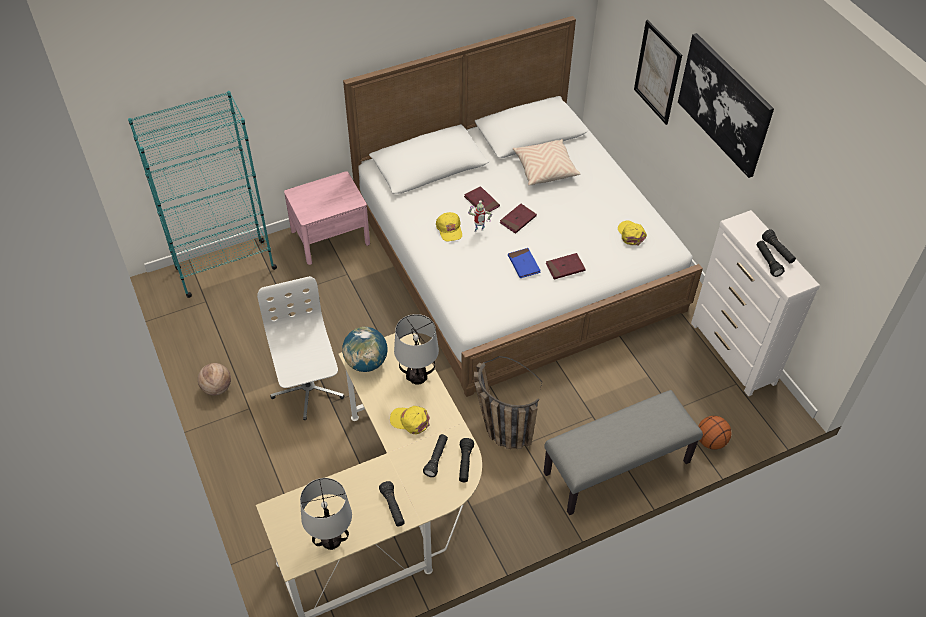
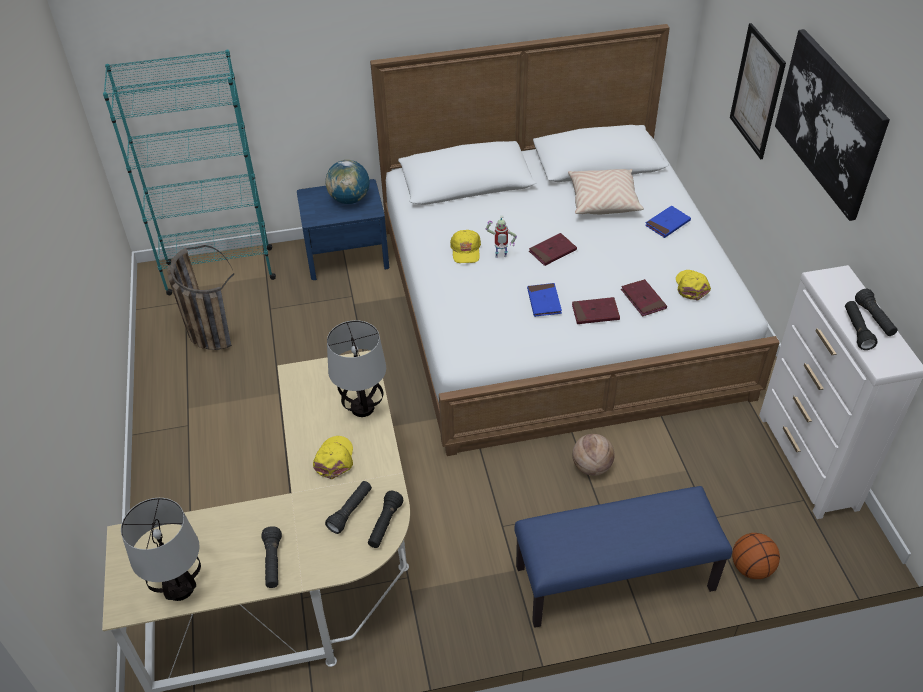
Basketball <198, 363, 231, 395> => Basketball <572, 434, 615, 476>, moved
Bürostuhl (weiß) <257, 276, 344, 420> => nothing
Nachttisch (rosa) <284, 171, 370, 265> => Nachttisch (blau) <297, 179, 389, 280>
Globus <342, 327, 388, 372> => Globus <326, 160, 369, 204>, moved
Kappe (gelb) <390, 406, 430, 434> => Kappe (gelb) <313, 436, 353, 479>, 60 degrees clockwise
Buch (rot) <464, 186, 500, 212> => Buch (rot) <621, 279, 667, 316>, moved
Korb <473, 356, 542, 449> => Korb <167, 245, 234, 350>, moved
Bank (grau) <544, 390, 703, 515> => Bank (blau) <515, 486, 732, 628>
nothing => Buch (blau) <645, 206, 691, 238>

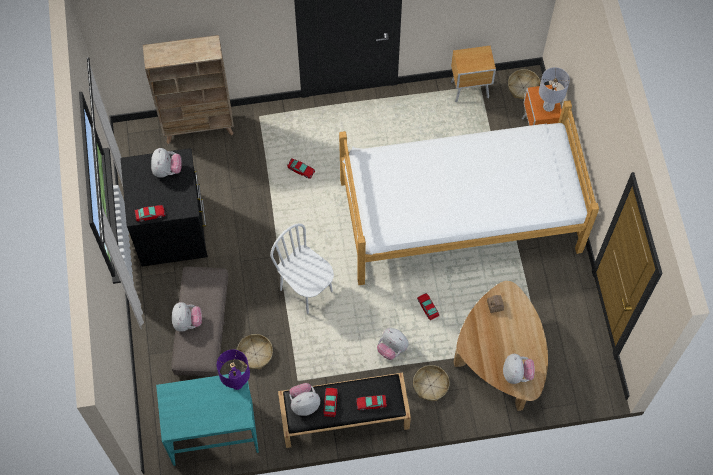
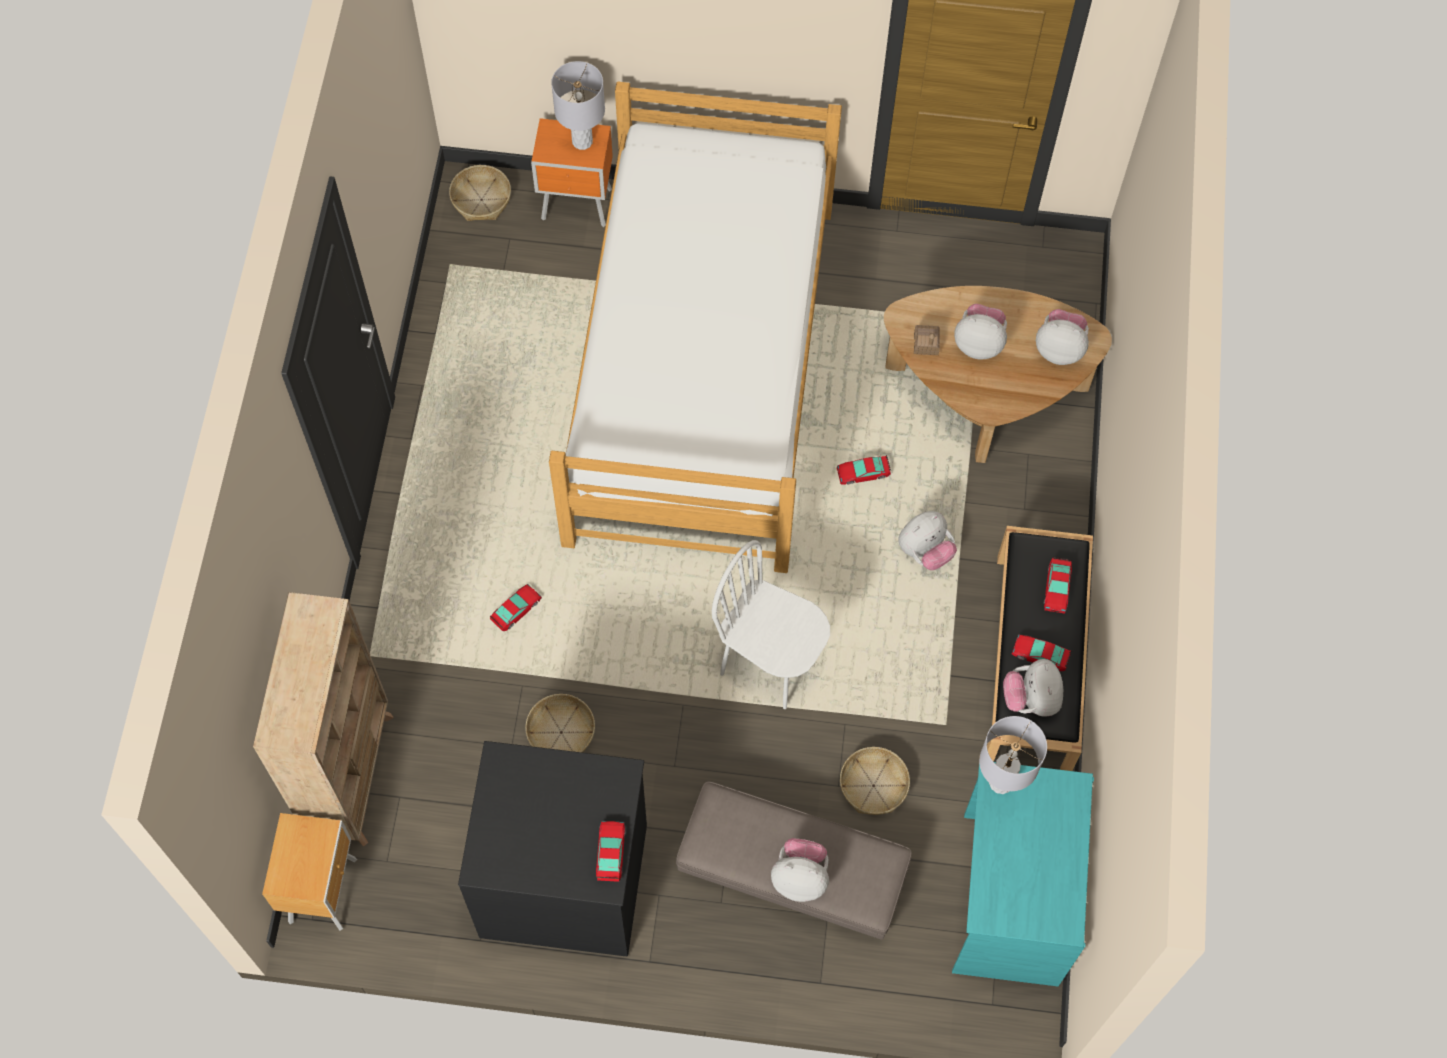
Plüschtier <151, 148, 182, 178> => Plüschtier <954, 304, 1007, 360>, moved
Tischlampe (lila) <217, 349, 250, 390> => Tischlampe (grau) <979, 716, 1047, 794>
Stuhl (weiß) <270, 223, 334, 314> => Stuhl (weiß) <712, 540, 830, 709>, 60 degrees clockwise
Korb <413, 365, 450, 401> => Korb <525, 694, 595, 753>, moved
Nachttisch (braun) <451, 46, 496, 103> => Nachttisch (braun) <262, 813, 357, 931>, moved

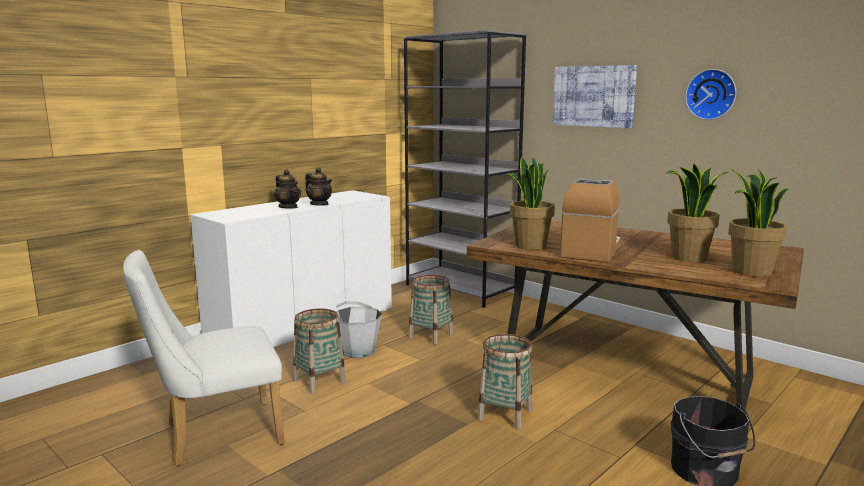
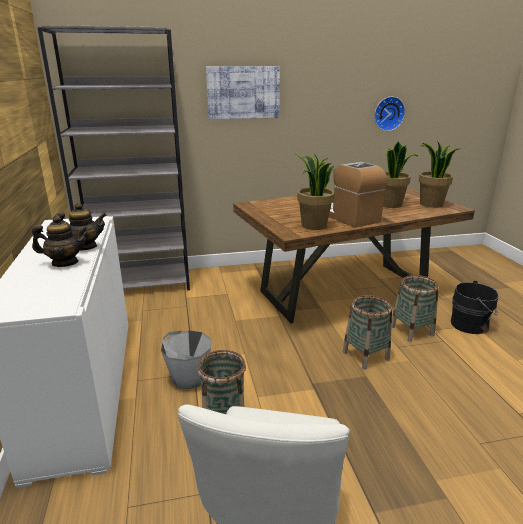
Korb <409, 275, 453, 345> => Korb <391, 275, 439, 342>, moved
Wanduhr <685, 69, 736, 120> => Wanduhr <374, 96, 405, 131>, moved

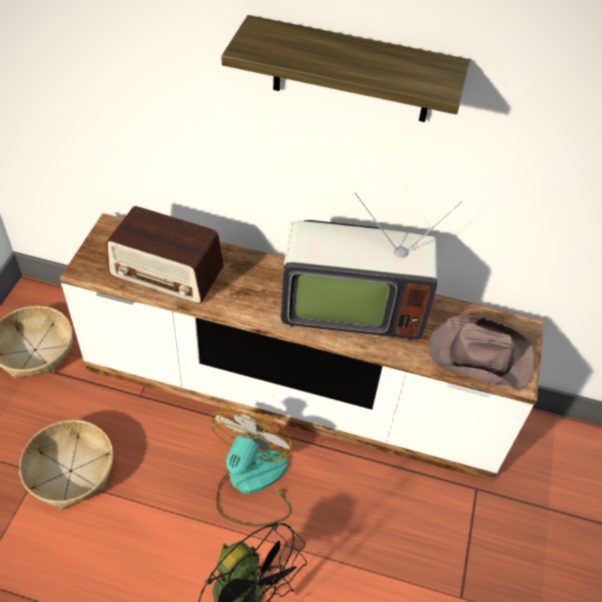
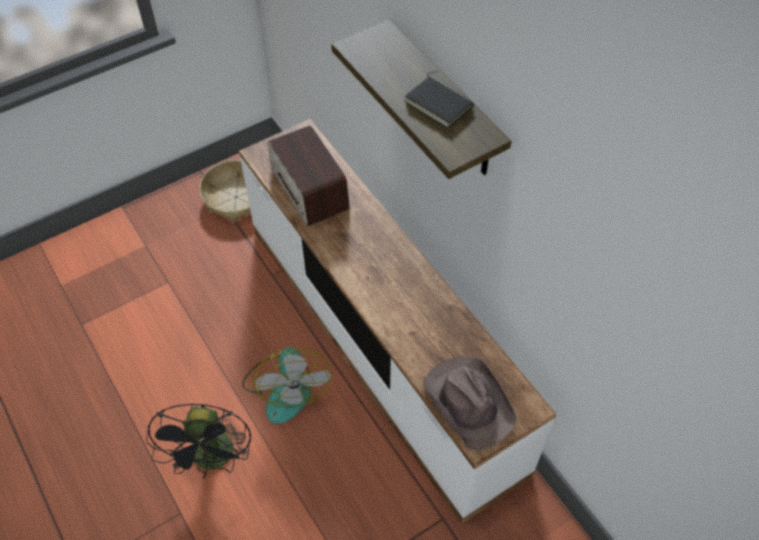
Korb <19, 420, 113, 510> => nothing
Ventilator <211, 406, 292, 527> => Ventilator <242, 347, 332, 424>, 105 degrees clockwise
Fernseher <281, 193, 462, 341> => nothing
nothing => Buch (schwarz) <404, 71, 474, 128>

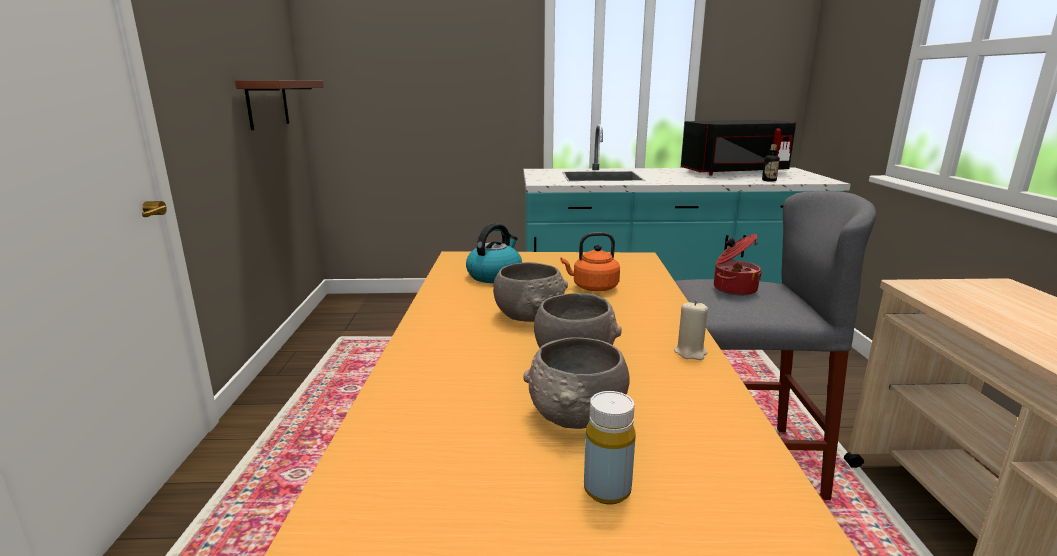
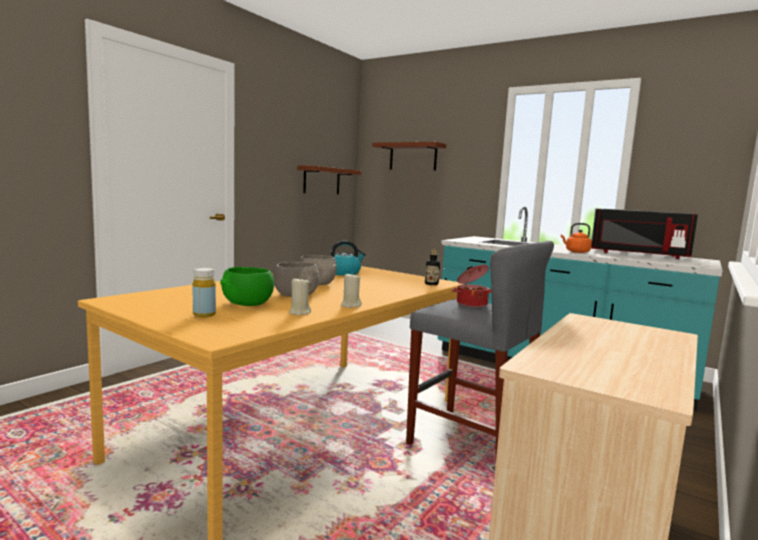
Schüssel (grau) <523, 337, 629, 429> => Schüssel (grün) <220, 267, 274, 306>
Wasserkessel (orange) <560, 232, 620, 291> => Wasserkessel (orange) <561, 223, 592, 253>, moved
Flasche <762, 144, 780, 182> => Flasche <425, 249, 440, 285>, moved
nothing => Kerze (beige) <289, 277, 311, 316>
nothing => Wandregal (braun) <372, 142, 446, 171>

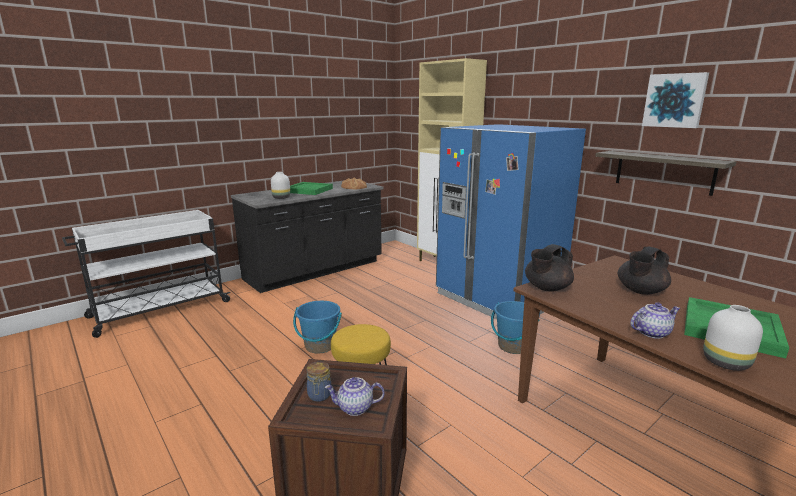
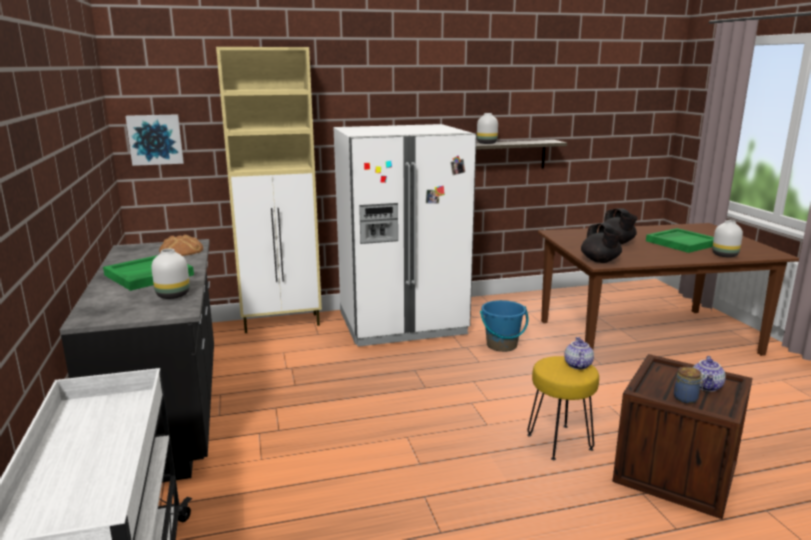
Eimer (blau) <293, 301, 342, 354> => nothing
Kühlschrank (blau) <436, 124, 586, 319> => Kühlschrank (weiß) <334, 124, 477, 347>
Teekanne <630, 302, 680, 339> => Teekanne <564, 337, 594, 370>, moved
Bild <642, 72, 709, 128> => Bild <126, 114, 184, 166>, moved
nothing => Vase (weiß) <477, 113, 498, 144>

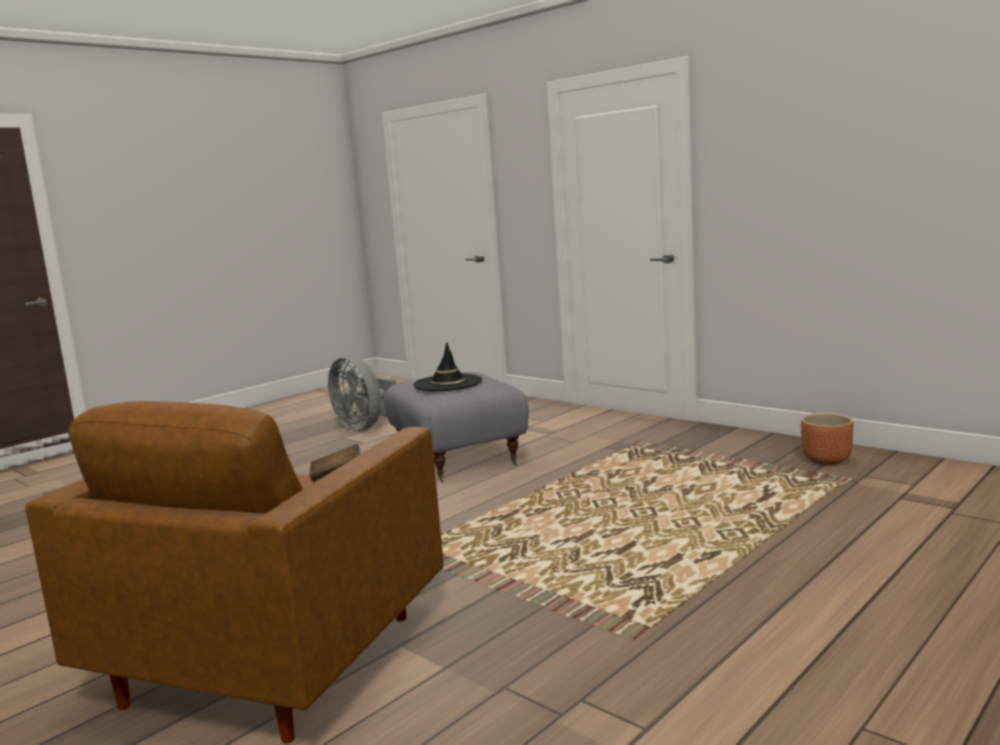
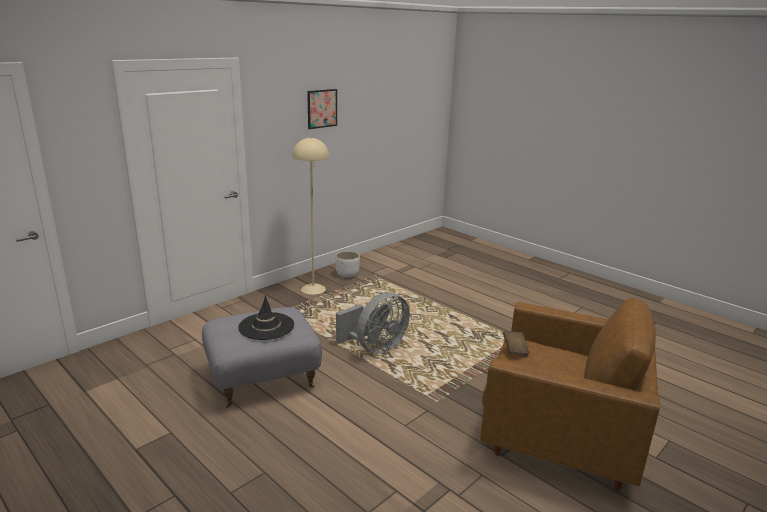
Ventilator (grau) <328, 356, 396, 431> => Ventilator (grau) <336, 292, 410, 354>, moved
Pflanzkübel (braun) <801, 413, 854, 465> => Pflanzkübel (weiß) <335, 251, 360, 278>
nothing => Stehlampe (beige) <292, 137, 329, 295>
nothing => Bild <307, 89, 337, 129>

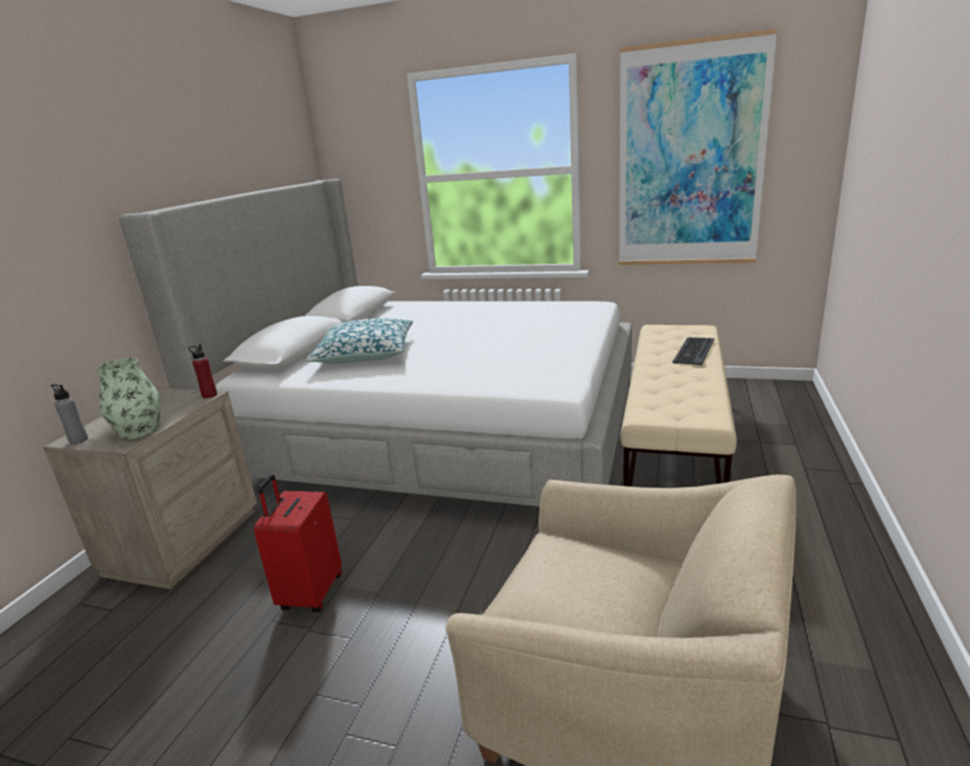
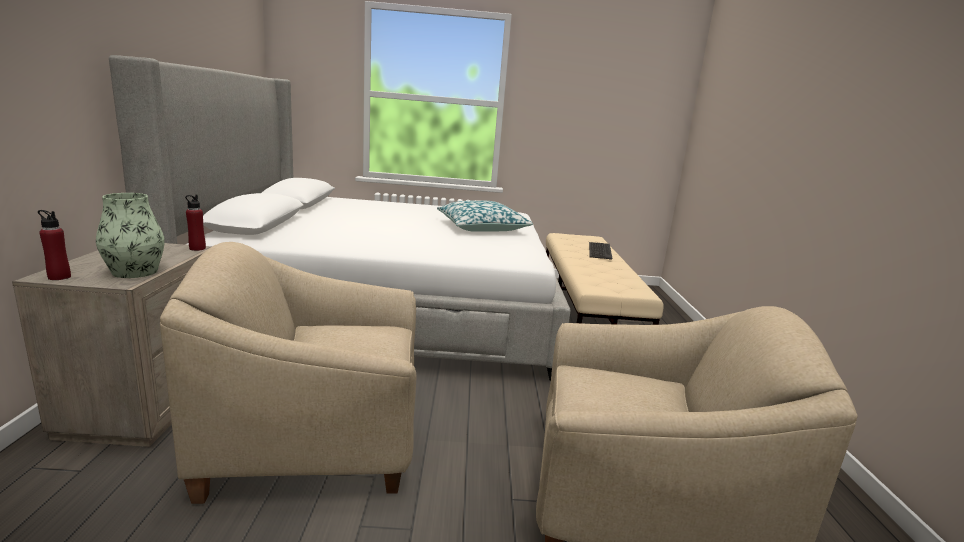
Flasche (grau) <51, 384, 88, 444> => Flasche (rot) <38, 210, 71, 280>
Koffer (rot) <254, 474, 342, 612> => Sessel (beige) <160, 242, 416, 504>
Kissen <306, 318, 413, 364> => Kissen <437, 200, 533, 232>, moved
Bild <619, 28, 778, 265> => nothing

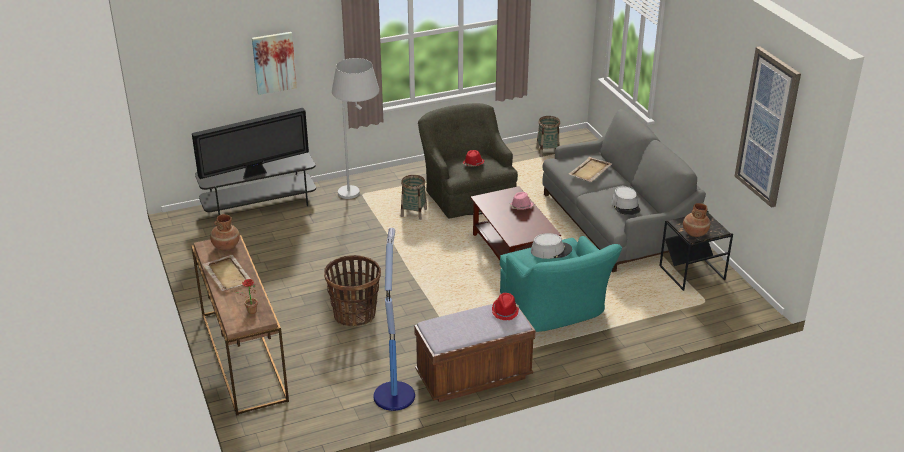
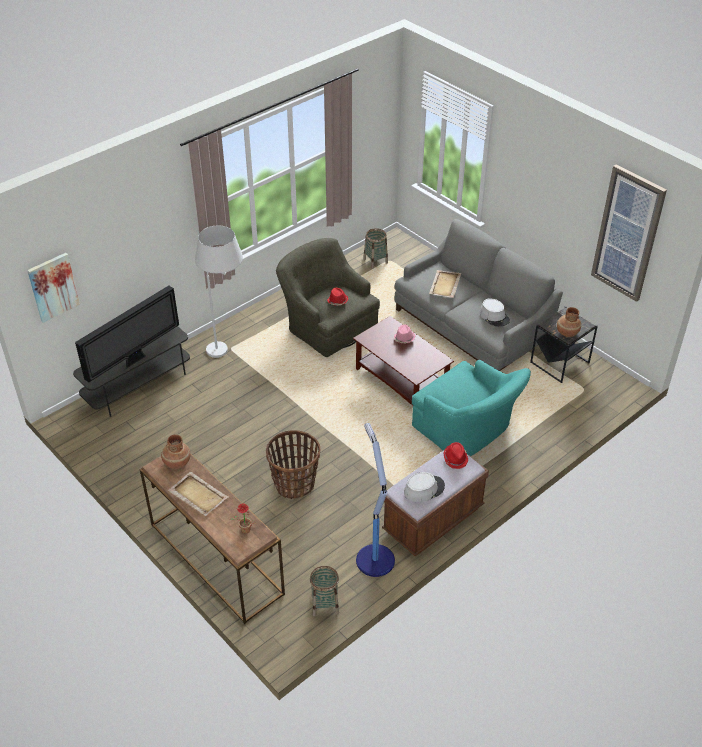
Bild <252, 32, 297, 95> => Bild <27, 253, 80, 323>, moved
Korb <401, 175, 427, 220> => Korb <310, 566, 339, 617>, moved
Hut (grau) <531, 233, 572, 259> => Hut (grau) <404, 472, 445, 502>, moved

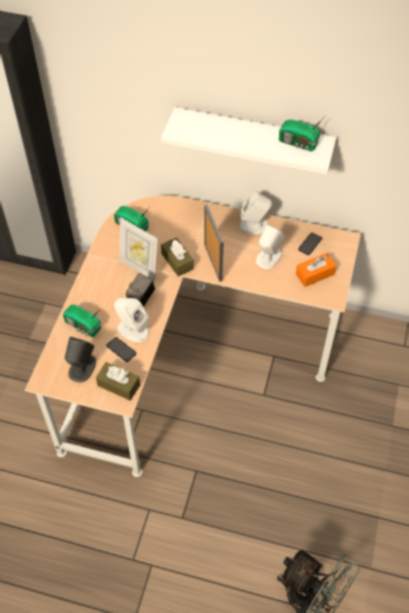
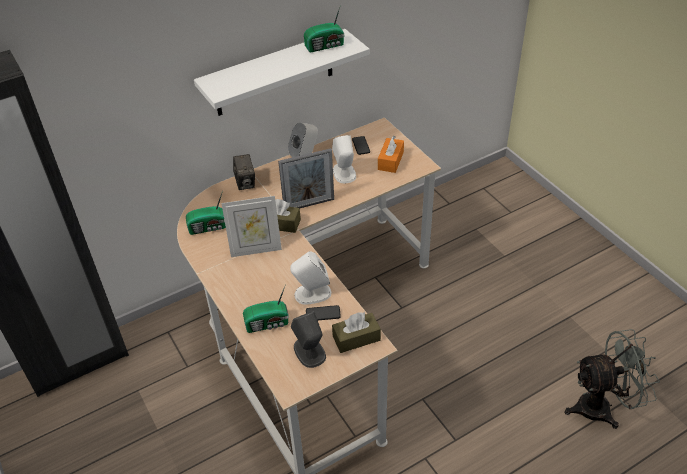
Kamera <126, 273, 155, 307> => Kamera <233, 154, 255, 190>, moved
Bilderrahmen <205, 205, 224, 282> => Bilderrahmen <278, 148, 334, 208>, 135 degrees clockwise

